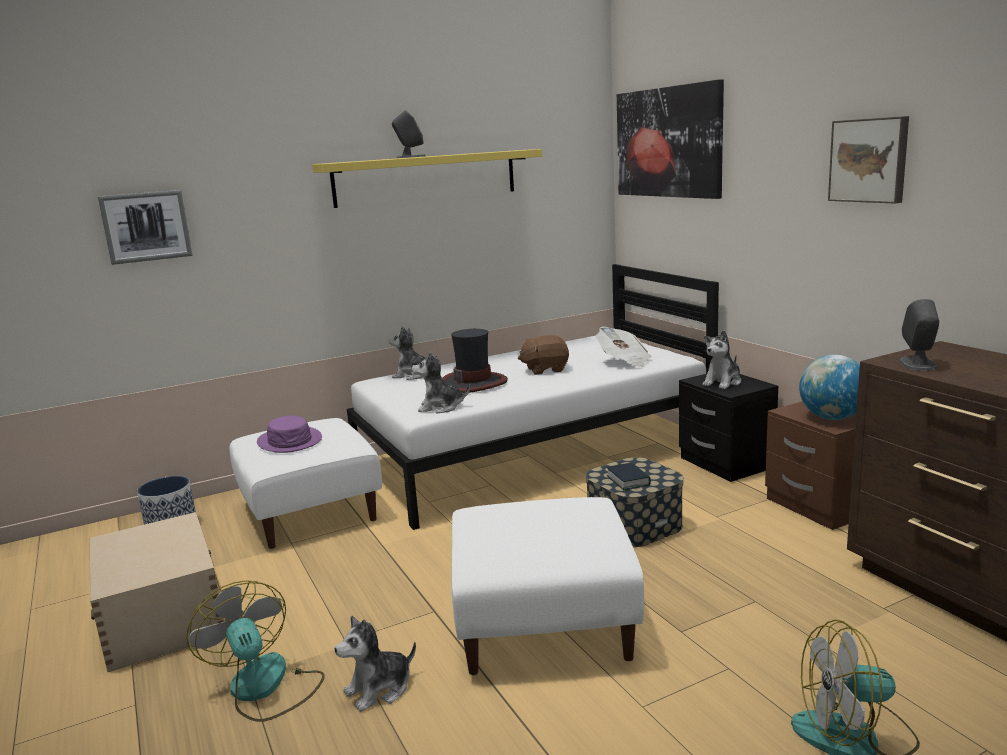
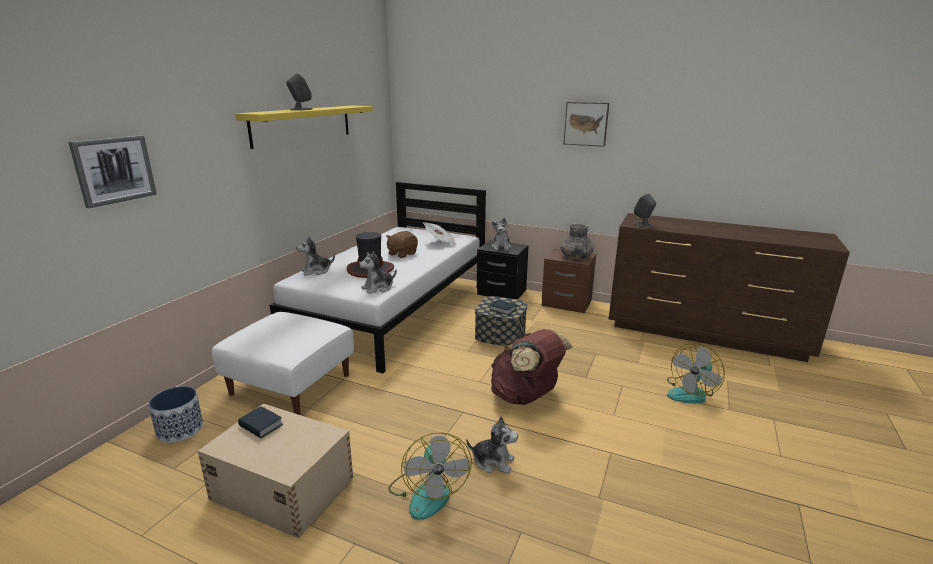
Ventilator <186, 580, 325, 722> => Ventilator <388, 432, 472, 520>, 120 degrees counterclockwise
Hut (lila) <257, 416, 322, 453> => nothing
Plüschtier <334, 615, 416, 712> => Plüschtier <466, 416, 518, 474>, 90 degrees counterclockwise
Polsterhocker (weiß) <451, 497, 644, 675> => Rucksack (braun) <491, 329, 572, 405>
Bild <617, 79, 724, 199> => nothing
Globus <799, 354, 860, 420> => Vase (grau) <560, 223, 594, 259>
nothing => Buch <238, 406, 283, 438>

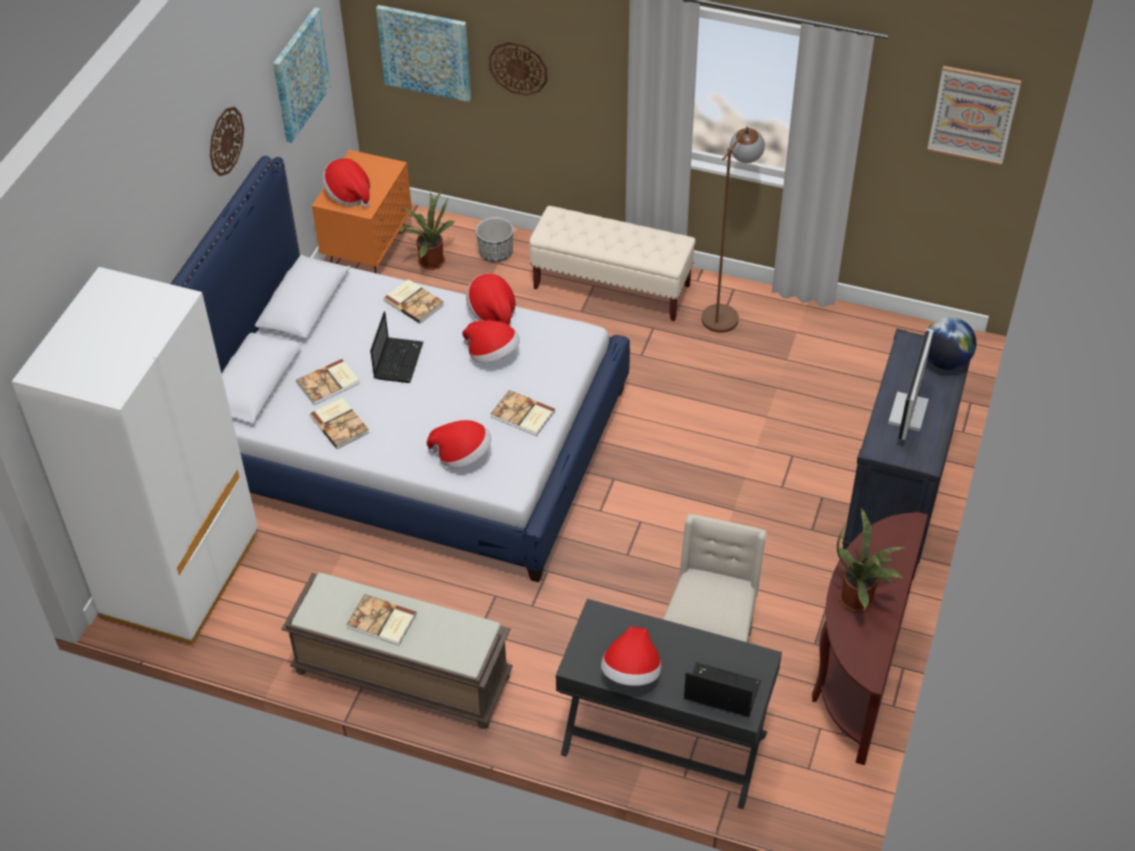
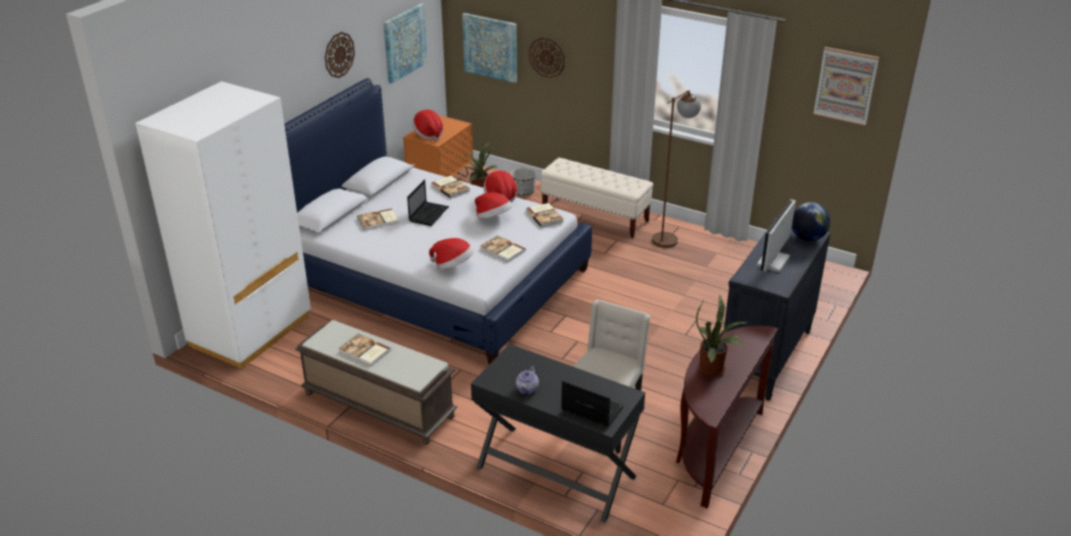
Buch <310, 398, 369, 449> => Buch <526, 203, 563, 228>, moved
Hut <601, 626, 661, 686> => Teekanne <516, 366, 539, 394>

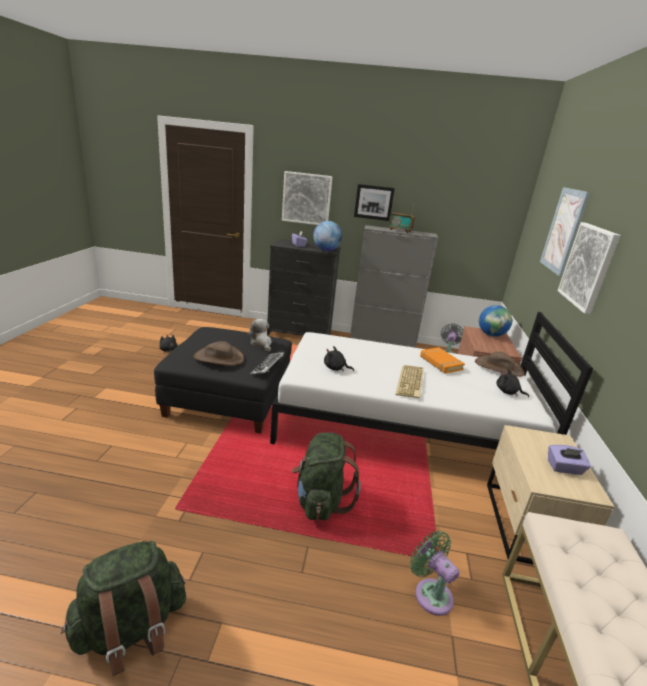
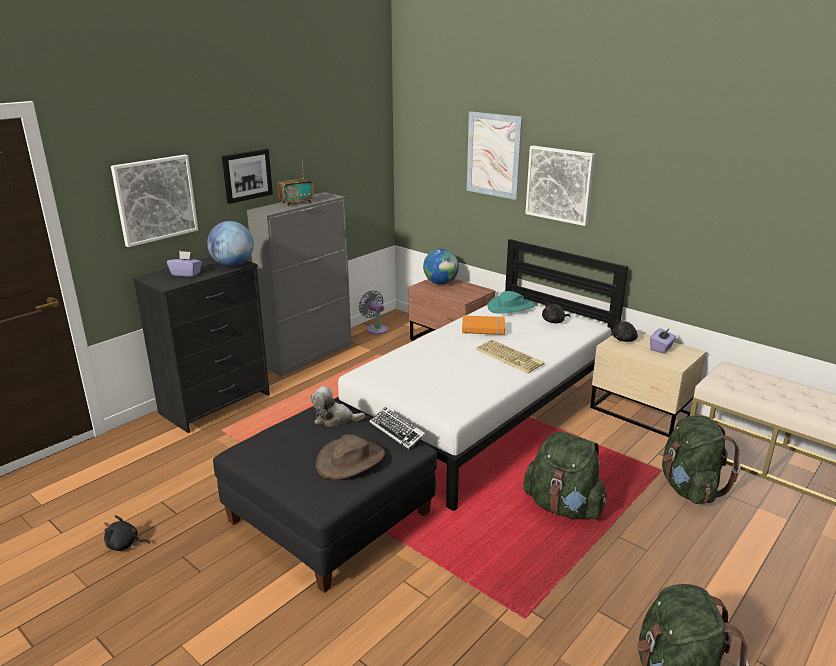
Plüschtier (schwarz) <324, 346, 354, 371> => Plüschtier (schwarz) <612, 320, 638, 342>, moved
Ventilator (grün) <410, 531, 460, 616> => Rucksack (grün) <662, 415, 741, 504>
Hut (braun) <475, 351, 524, 377> => Hut (türkis) <488, 291, 535, 314>

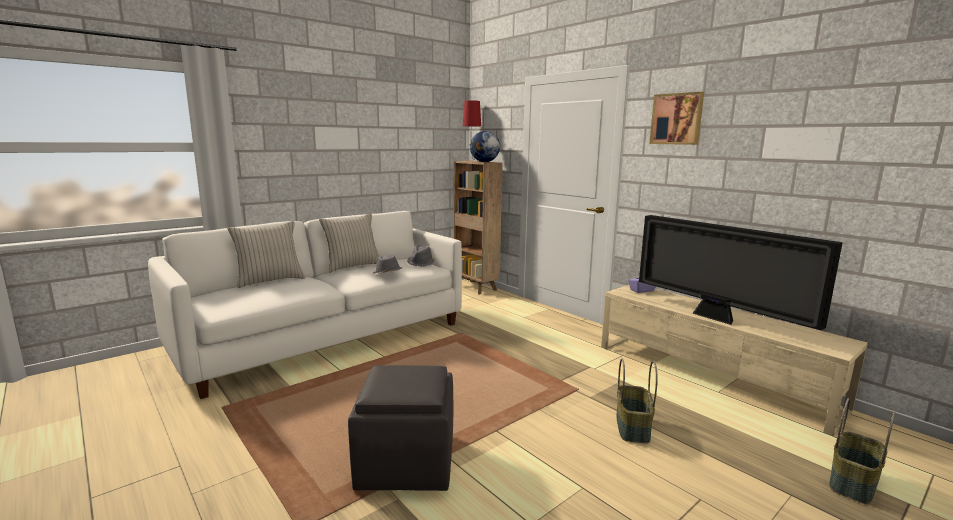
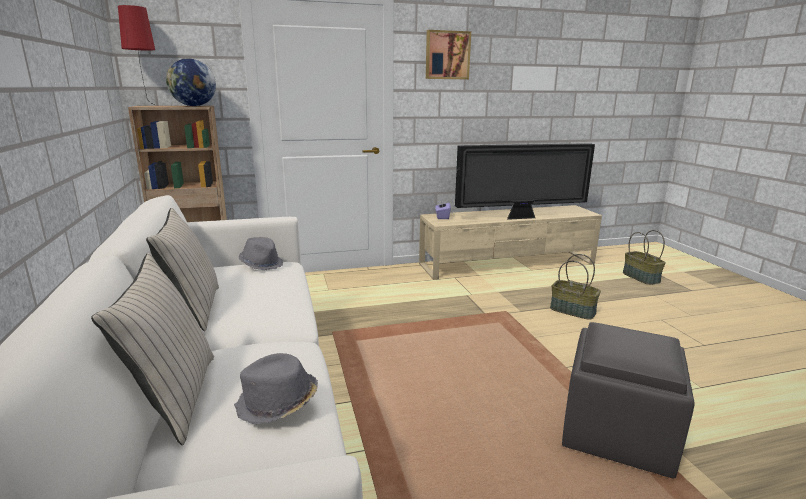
Hut (grau) <373, 254, 402, 273> => Hut (grau) <234, 353, 318, 424>, moved

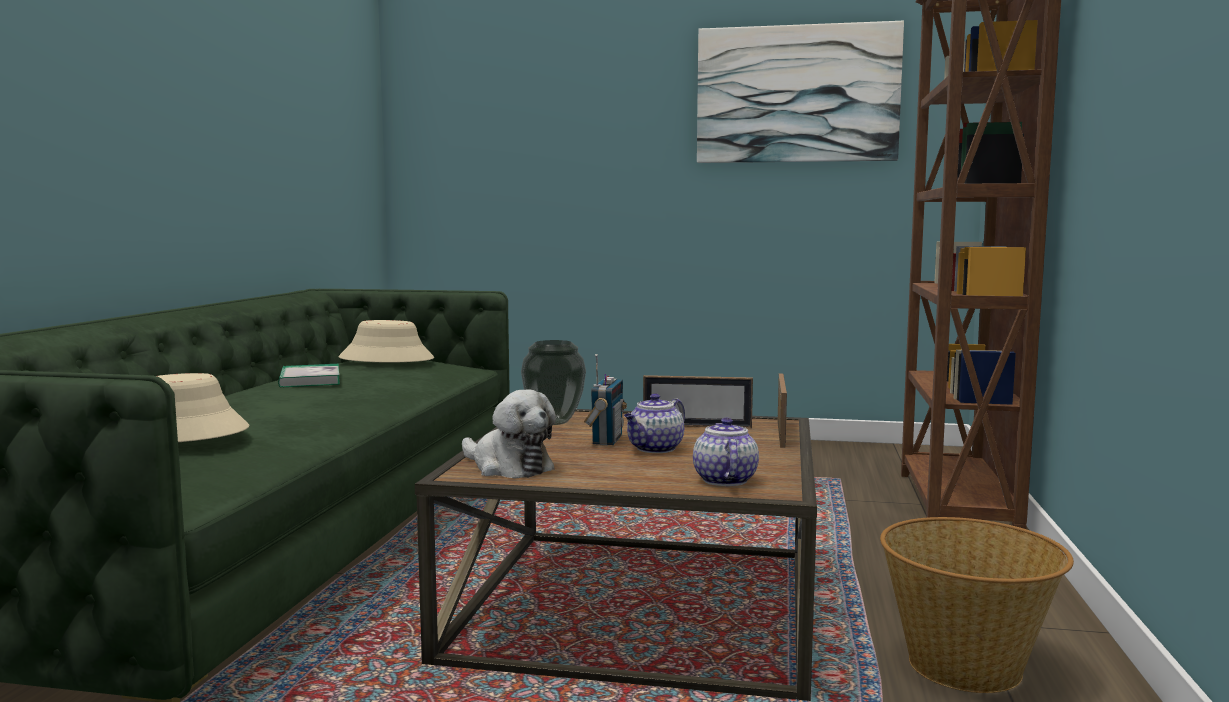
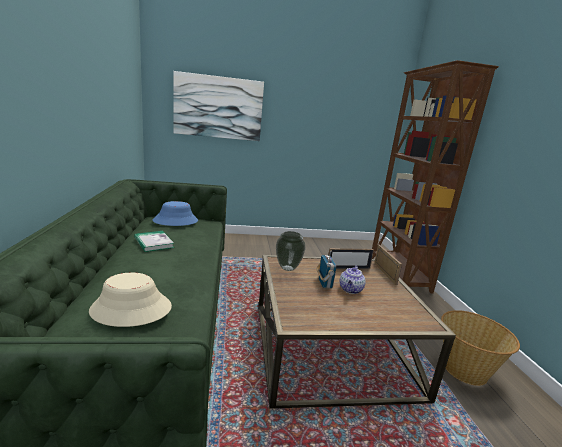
Hut (beige) <339, 320, 434, 363> => Hut (blau) <152, 201, 198, 226>
Plüschtier <462, 390, 556, 478> => nothing
Teekanne <693, 418, 759, 486> => nothing
Bild <697, 21, 904, 163> => Bild <173, 71, 264, 141>, moved

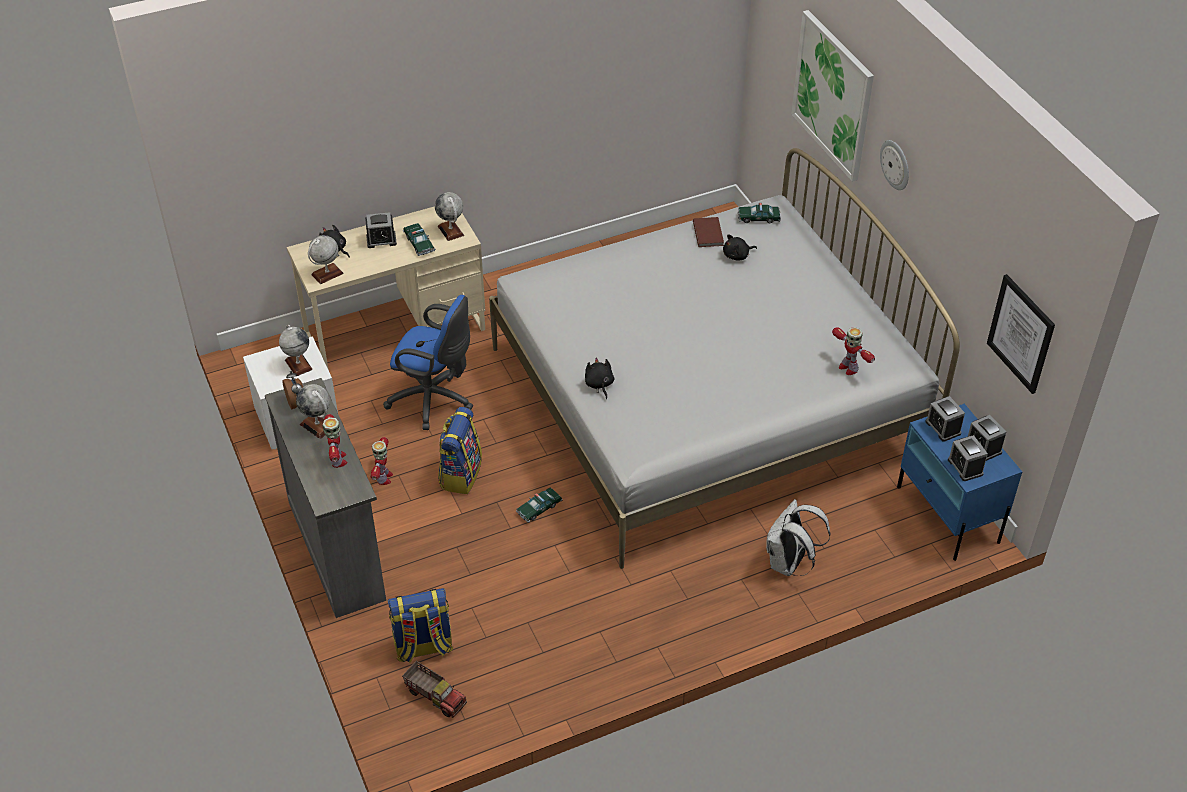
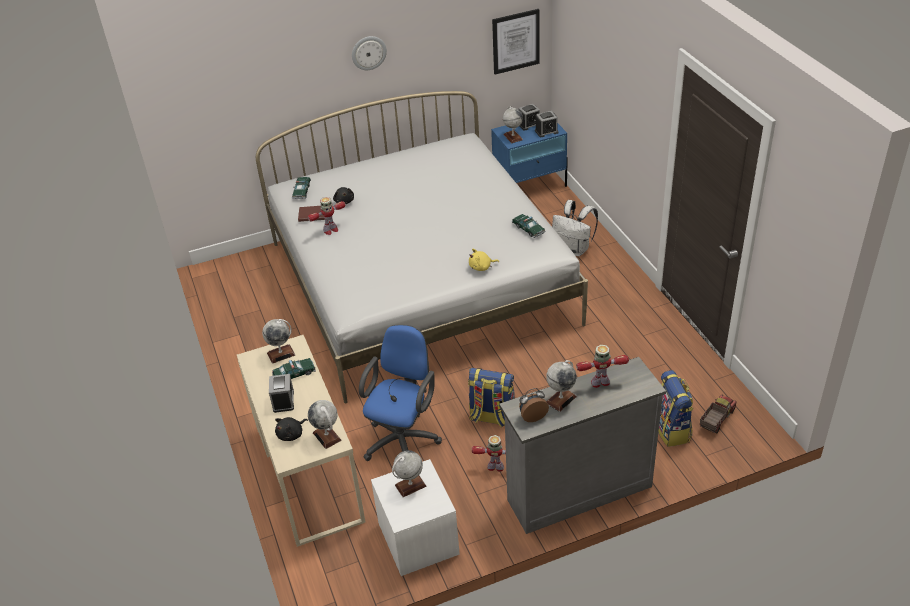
Spielzeugauto <516, 487, 563, 523> => Spielzeugauto <512, 214, 546, 238>, moved
Plüschtier (schwarz) <585, 358, 614, 399> => Plüschtier (gelb) <469, 248, 499, 271>
Bild <791, 10, 874, 182> => nothing
Spielzeugroboter <832, 327, 875, 375> => Spielzeugroboter <308, 197, 346, 235>, moved
Wecker <925, 396, 965, 442> => Globus <503, 106, 523, 143>

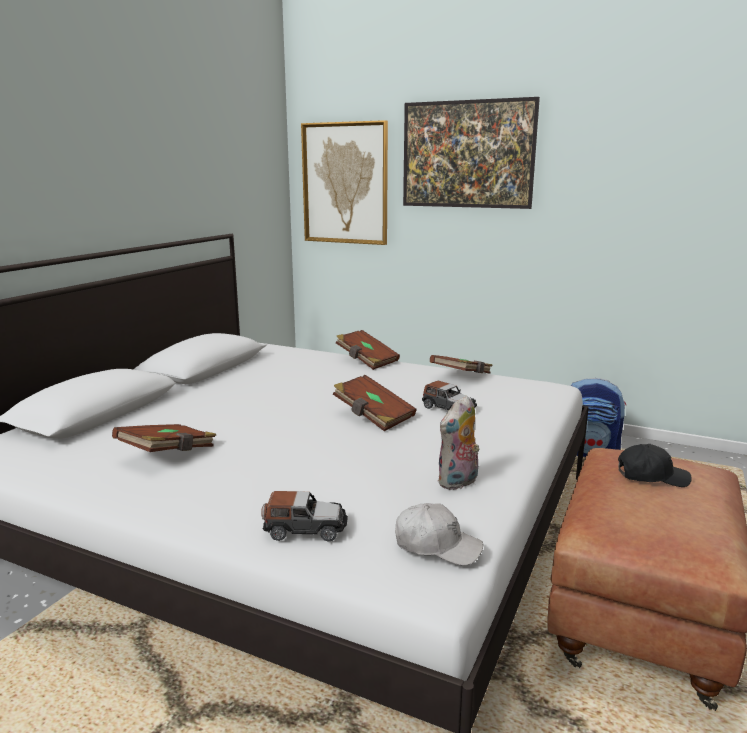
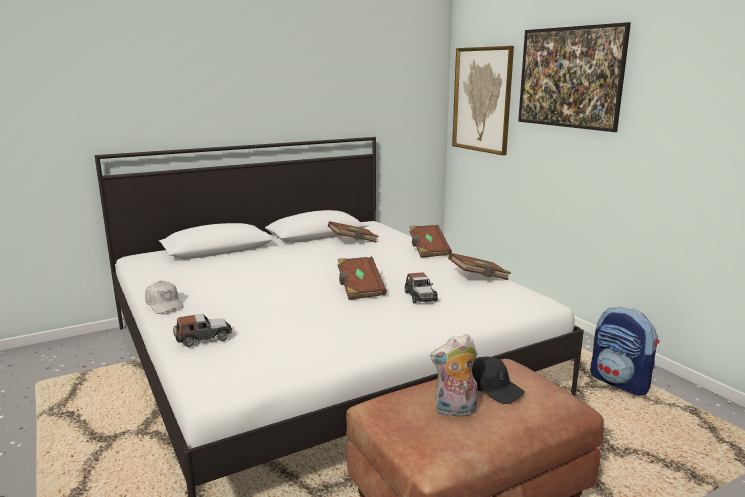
Buch (braun) <112, 424, 216, 452> => Buch (braun) <328, 221, 379, 243>, moved
Spielzeugauto <261, 491, 348, 542> => Spielzeugauto <173, 314, 232, 347>, 60 degrees counterclockwise
Kappe (weiß) <395, 503, 483, 566> => Kappe (weiß) <145, 281, 184, 314>, moved
Plüschtier <438, 395, 480, 490> => Plüschtier <430, 334, 478, 417>, moved

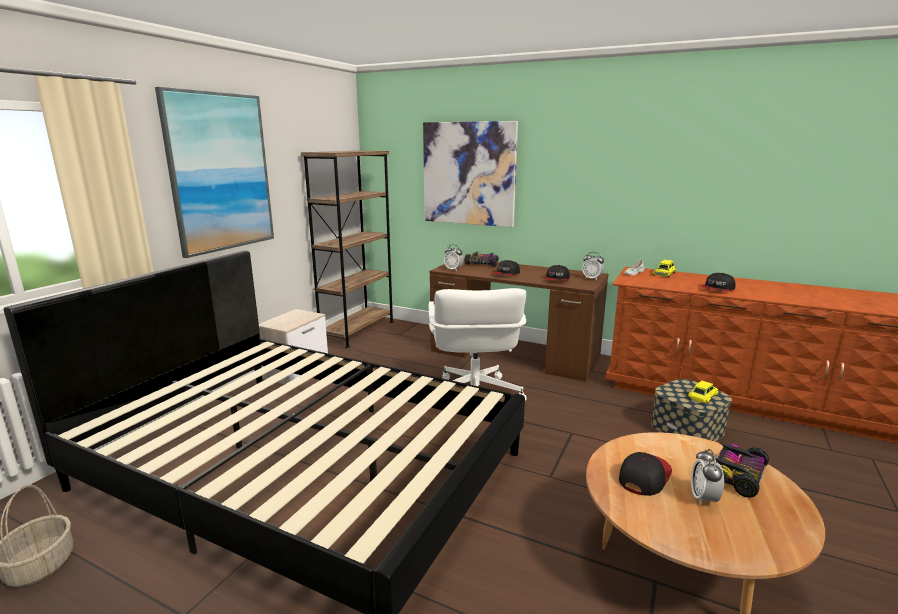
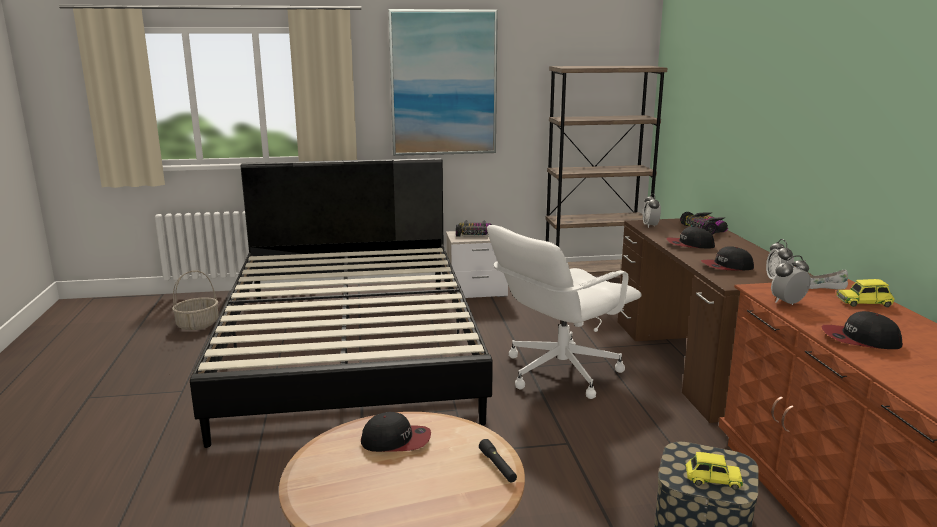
Bild <423, 121, 518, 227> => nothing
Wecker <691, 449, 724, 505> => Wecker <771, 255, 811, 305>, moved
Spielzeugauto <715, 443, 769, 498> => Spielzeugauto <456, 220, 492, 237>, moved
nothing => Taschenlampe (schwarz) <479, 439, 517, 483>

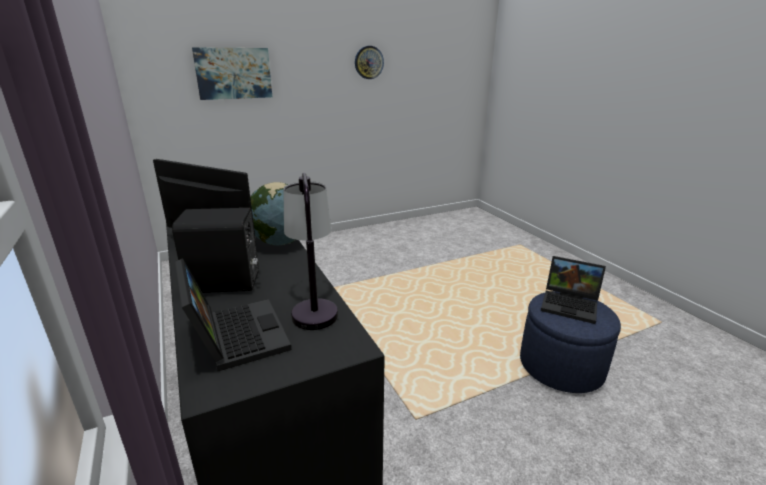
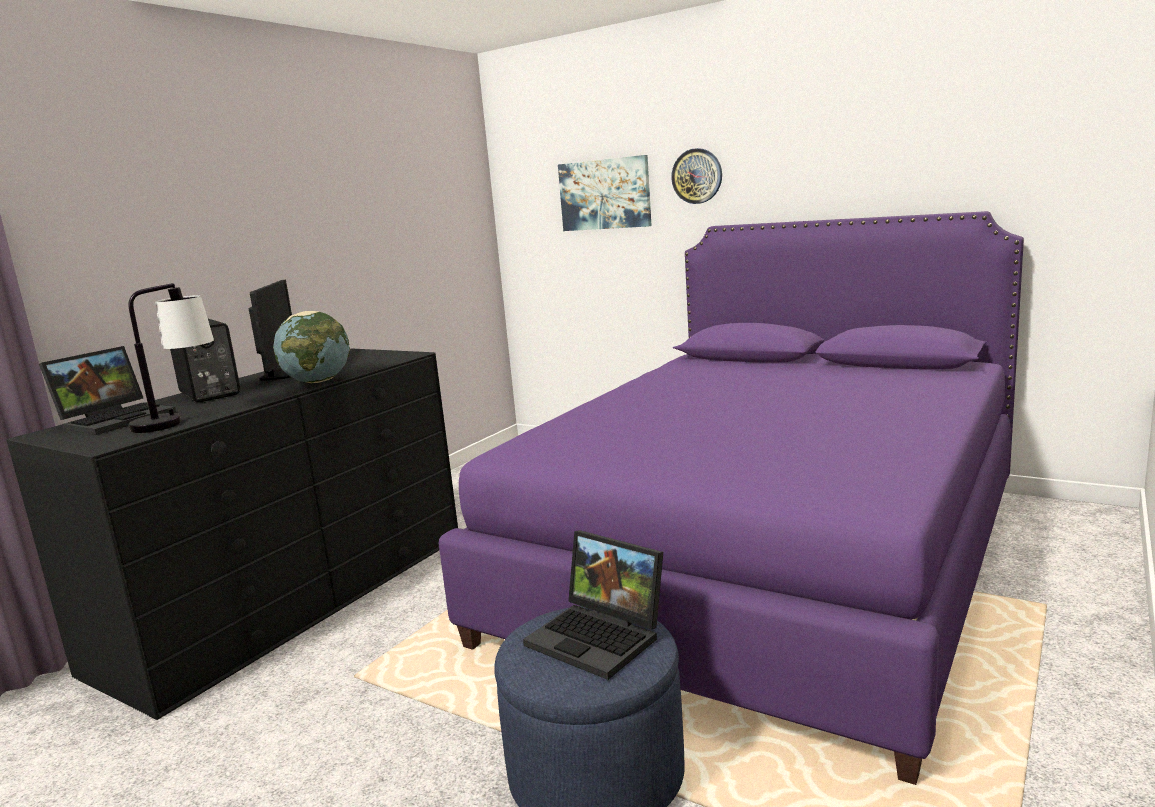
Wanduhr <355, 46, 384, 79> => Wanduhr <671, 148, 722, 204>, moved
Laptop <541, 256, 606, 324> => Laptop <523, 530, 663, 680>, 45 degrees counterclockwise
nothing => Bett (lila) <438, 211, 1024, 785>

